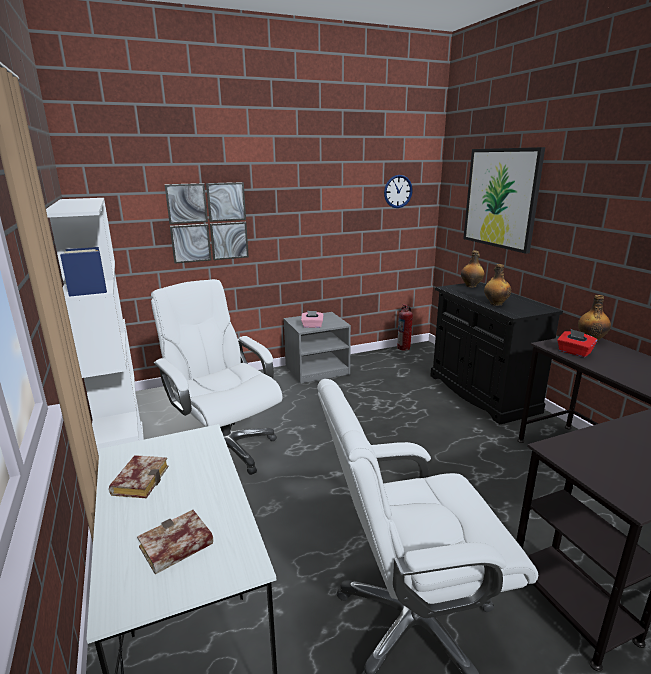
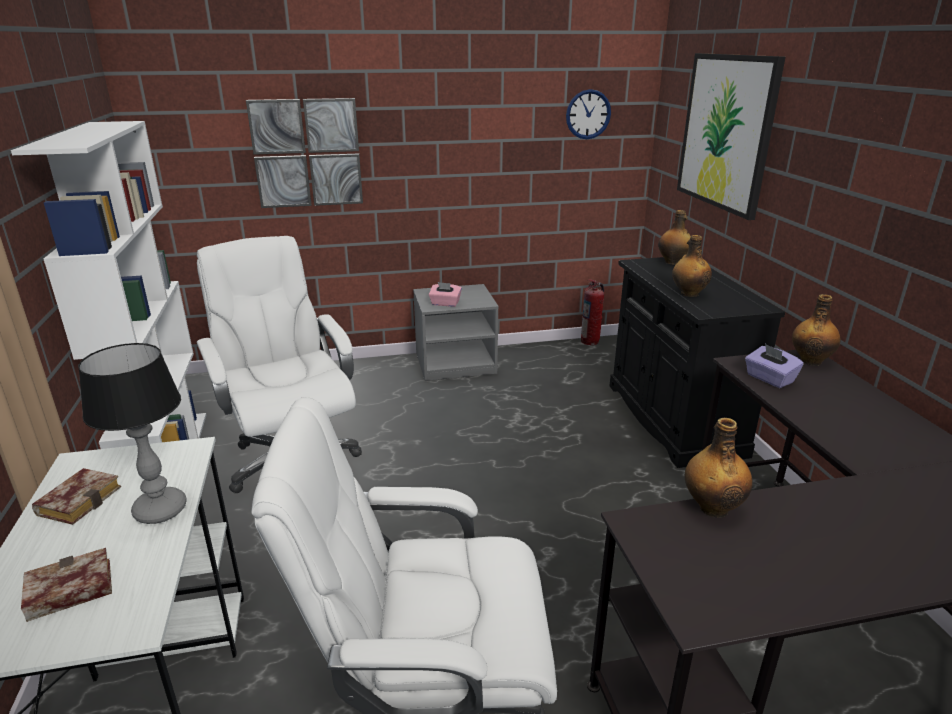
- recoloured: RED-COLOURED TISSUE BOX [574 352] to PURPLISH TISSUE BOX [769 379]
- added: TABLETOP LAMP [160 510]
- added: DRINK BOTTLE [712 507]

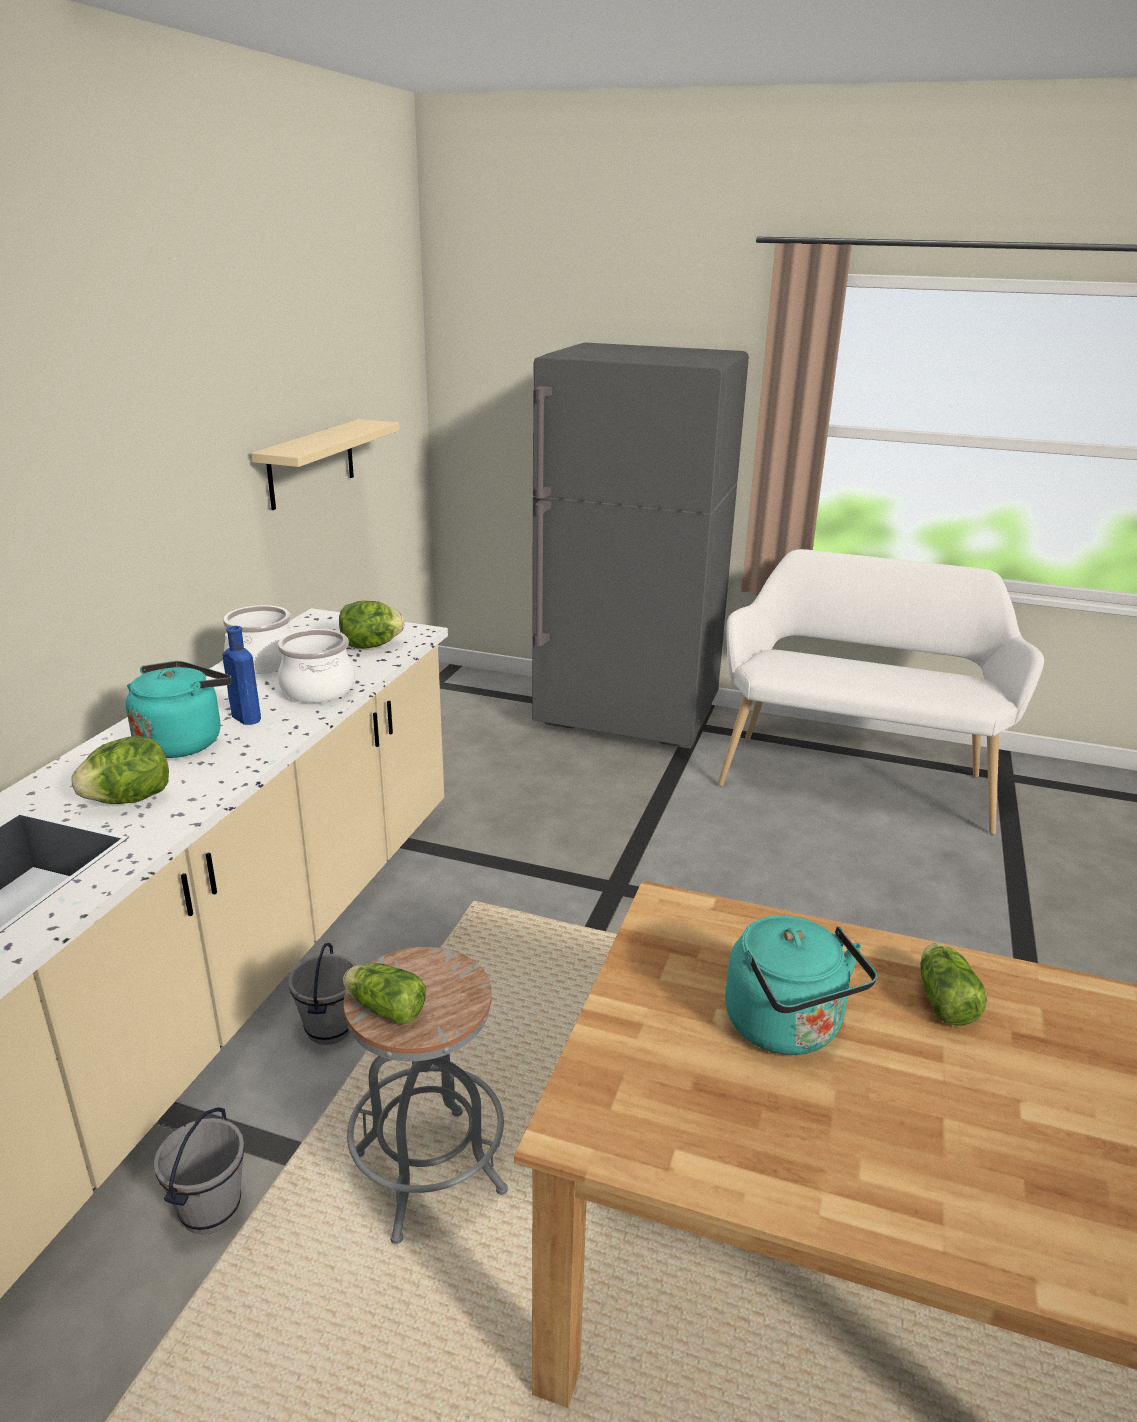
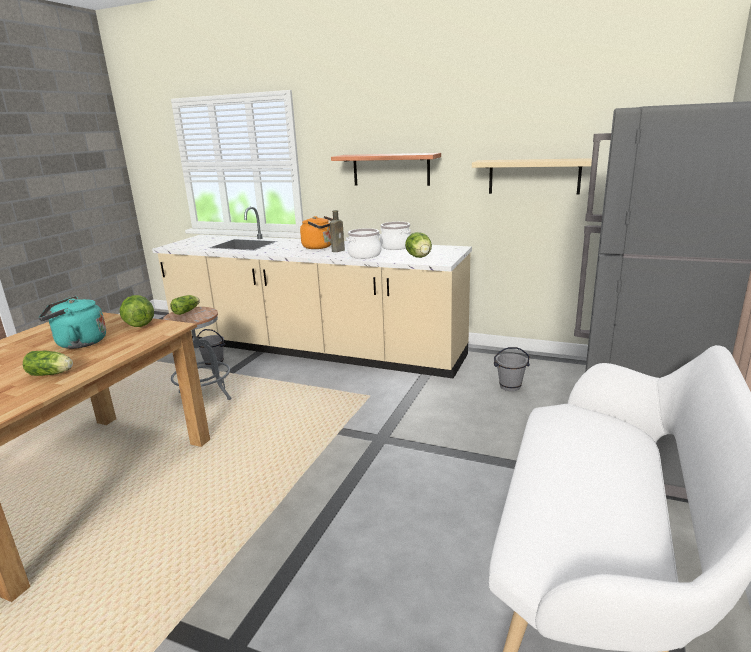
- recoloured: BLUE DRINK BOTTLE [245 717] to BROWN-COLOURED DRINK BOTTLE [339 250]
- recoloured: TURQUOISE WATER KETTLE [183 741] to ORANGE-COLOURED WATER KETTLE [319 247]
- moved: HEAD OF LETTUCE [130 799] to [139 324]
- moved: GRAY WATER BUCKET [328 1028] to [510 386]
- added: WALL SHELF [391 169]

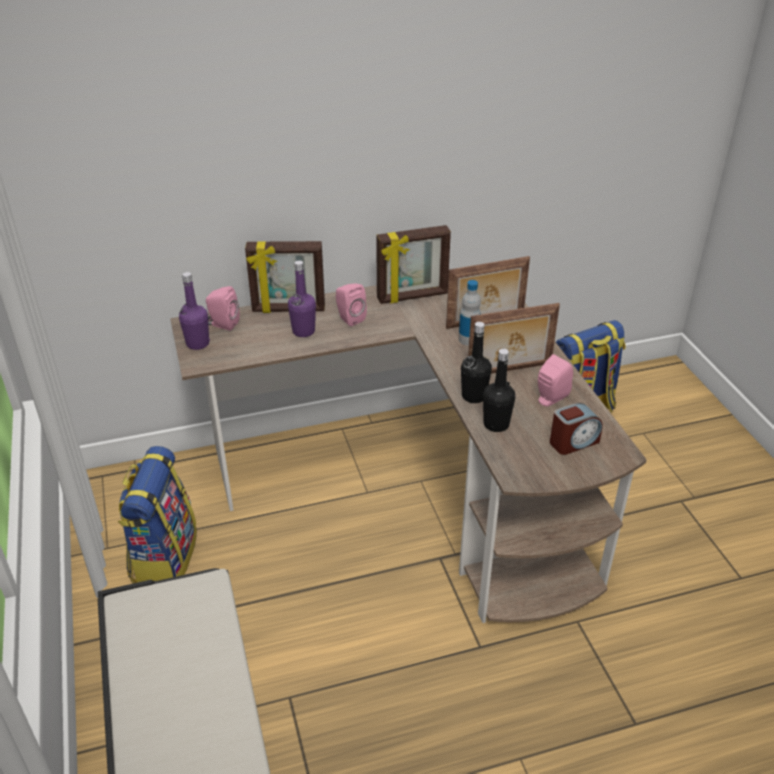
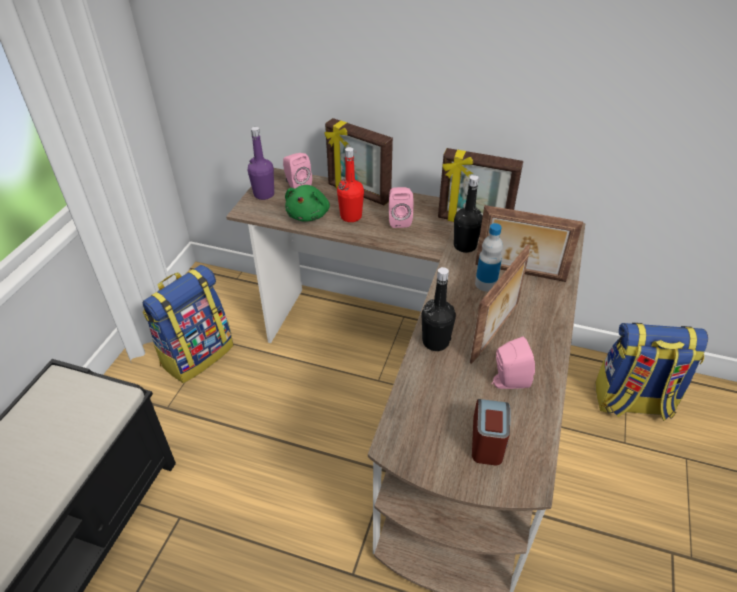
- recoloured: PURPLISH DRINK BOTTLE [303 331] to RED-COLOURED DRINK BOTTLE [351 216]
- turned: PICTURE FRAME [509 371] = [495 333] 75 degrees counterclockwise
- moved: BLACK-COLOURED DRINK BOTTLE [496 424] to [465 246]
- turned: TABLE CLOCK [573 442] = [488 441] 90 degrees counterclockwise
- added: GREEN-COLOURED CUDDLY TOY [309 215]

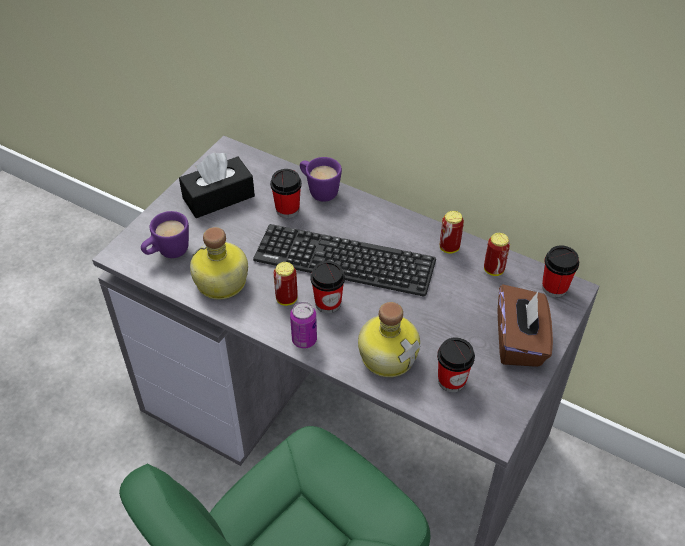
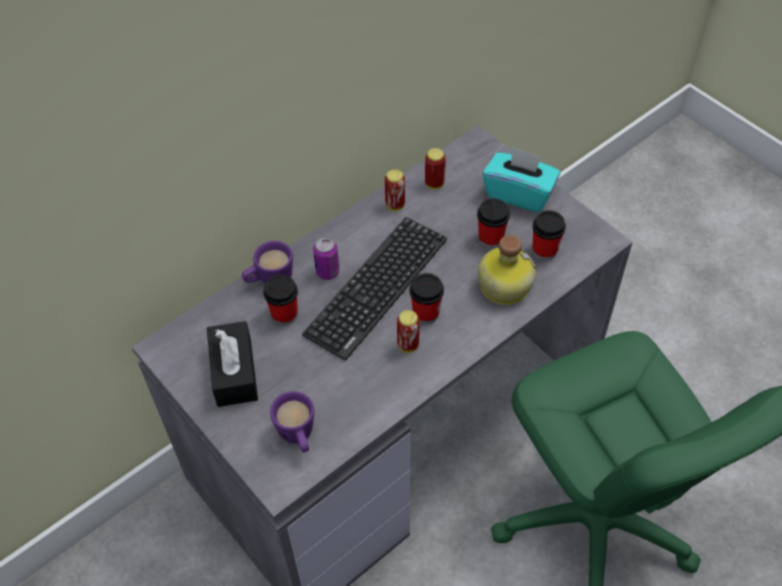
- removed: DRINK BOTTLE [221 283]
- moved: DRINKING CUP [554 287] to [490 238]
- recoloured: BROWN-COLOURED TISSUE BOX [519 341] to TURQUOISE TISSUE BOX [519 194]
- moved: METAL CAN [304 340] to [327 272]

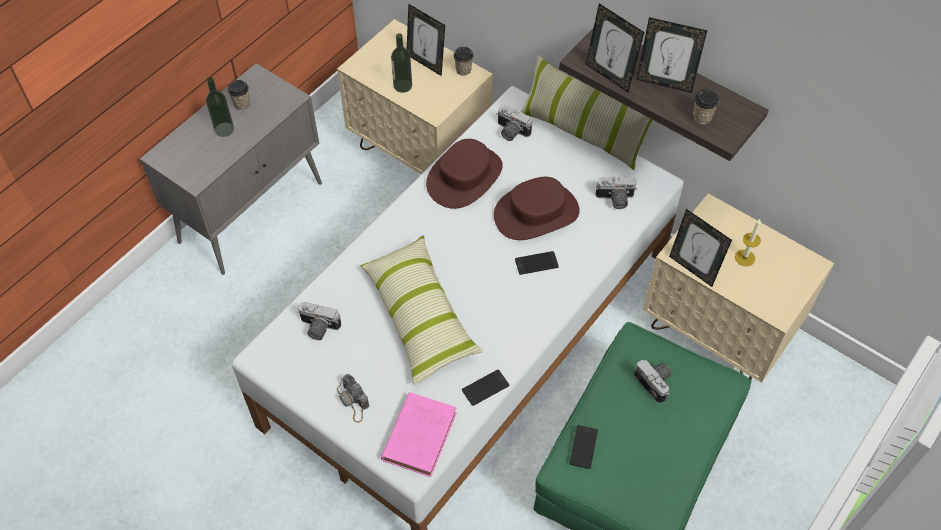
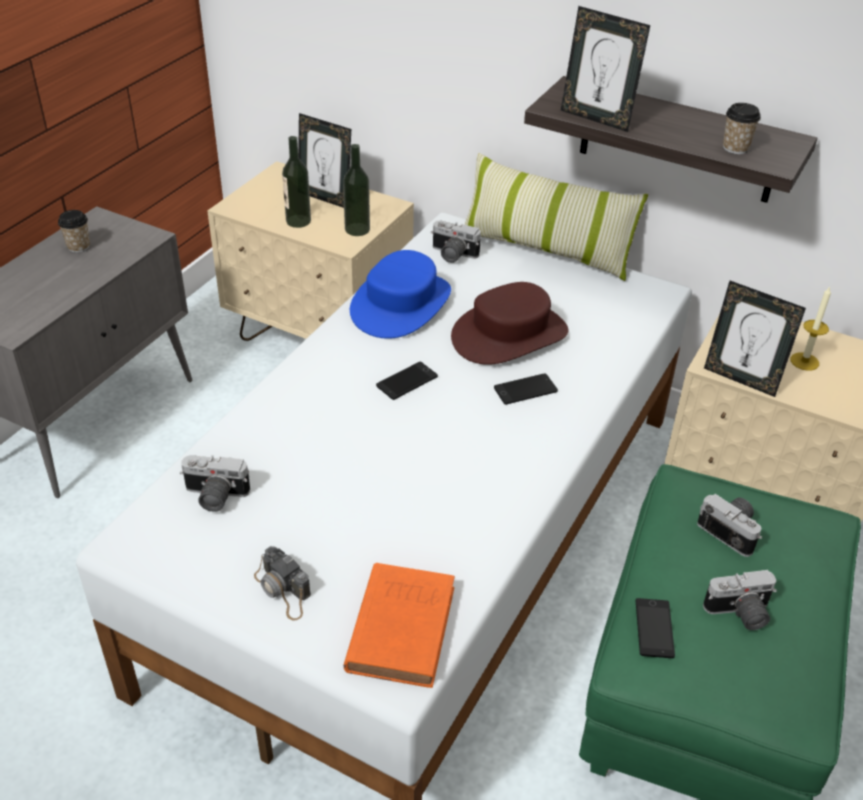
- removed: PICTURE FRAME [664 83]
- removed: DRINKING CUP [463 70]
- moved: DRINK BOTTLE [224 129] to [357 229]
- recoloured: BROWN-COLOURED WEARABLE HAT [465 177] to BLUE WEARABLE HAT [401 304]
- moved: STILL CAMERA [615 200] to [739 614]
- removed: THROW PILLOW [419 316]
- moved: PHONE [485 388] to [407 381]
- recoloured: PINK VOLUME [420 434] to ORANGE-COLOURED VOLUME [402 626]

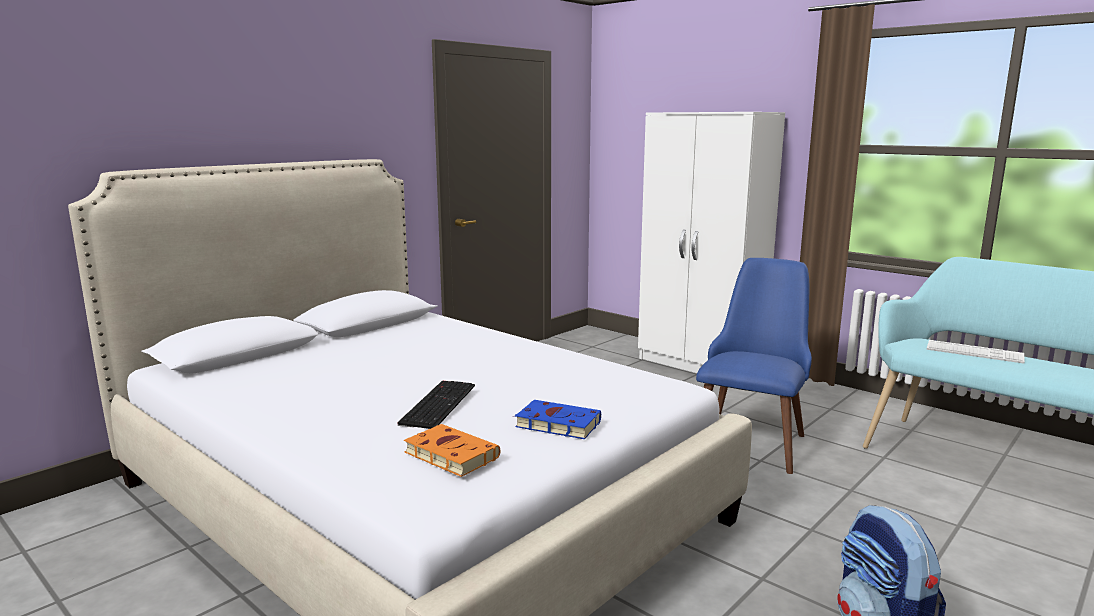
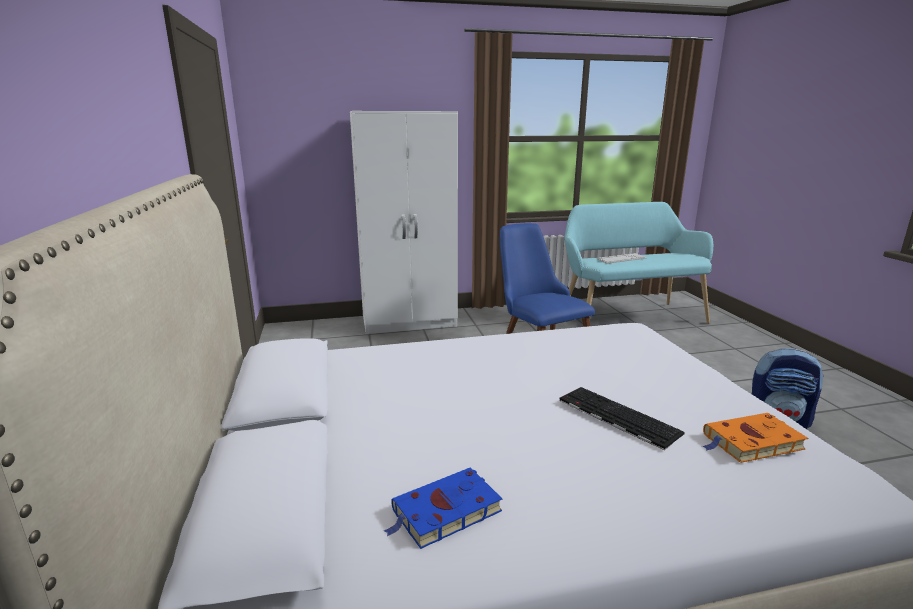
- moved: BLUE VOLUME [555 424] to [444 512]

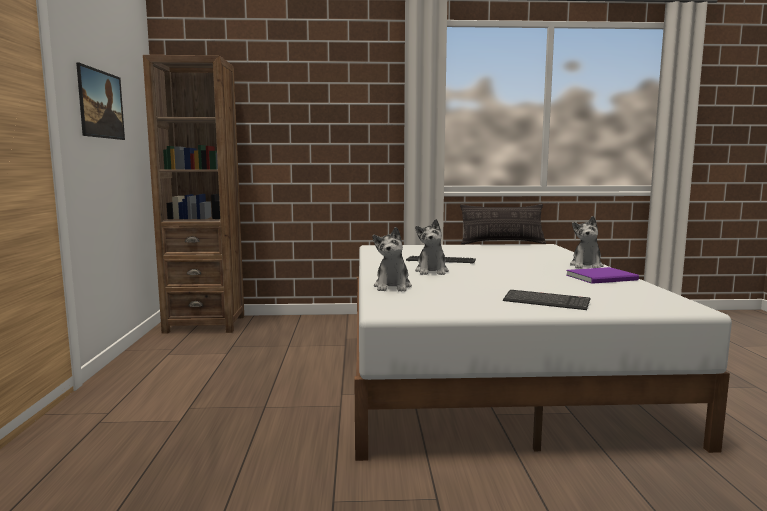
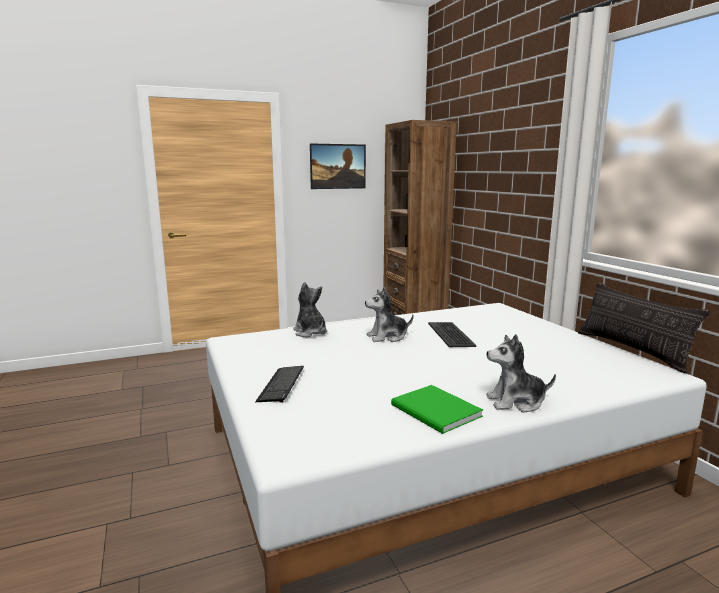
- turned: CUDDLY TOY [393 287] = [310 332] 75 degrees clockwise
- recoloured: PURPLISH VOLUME [603 278] to GREEN-COLOURED VOLUME [436 412]

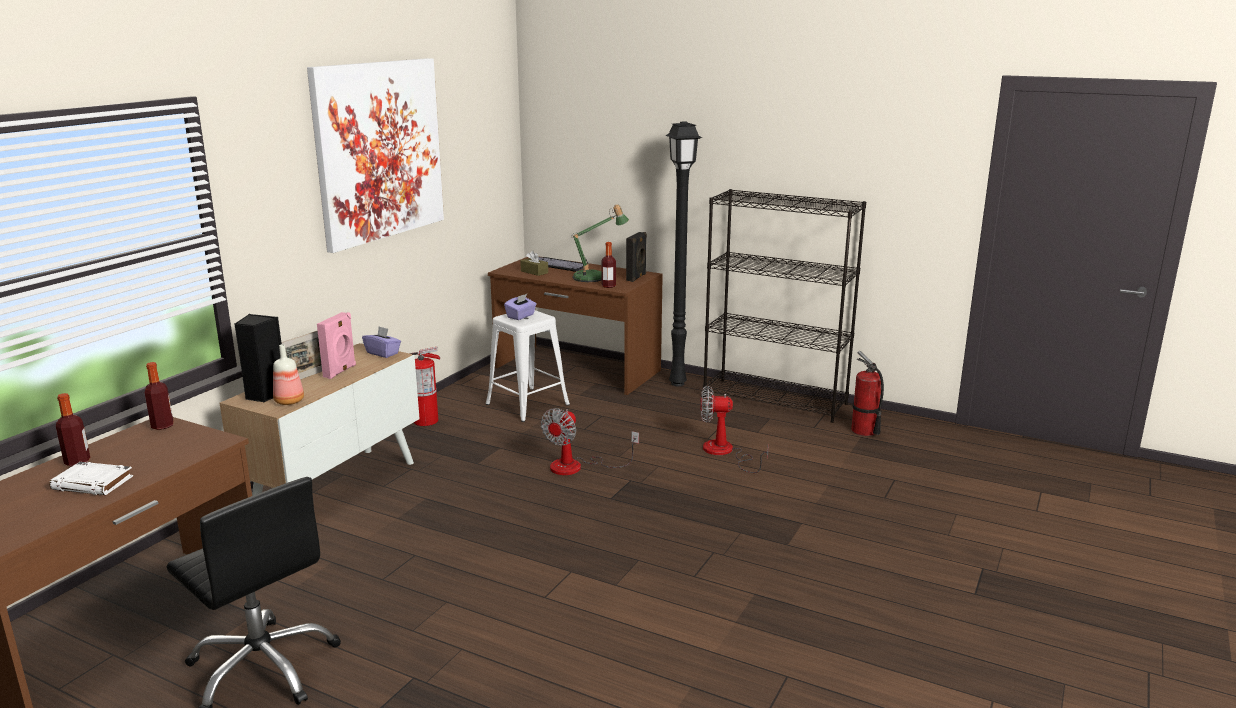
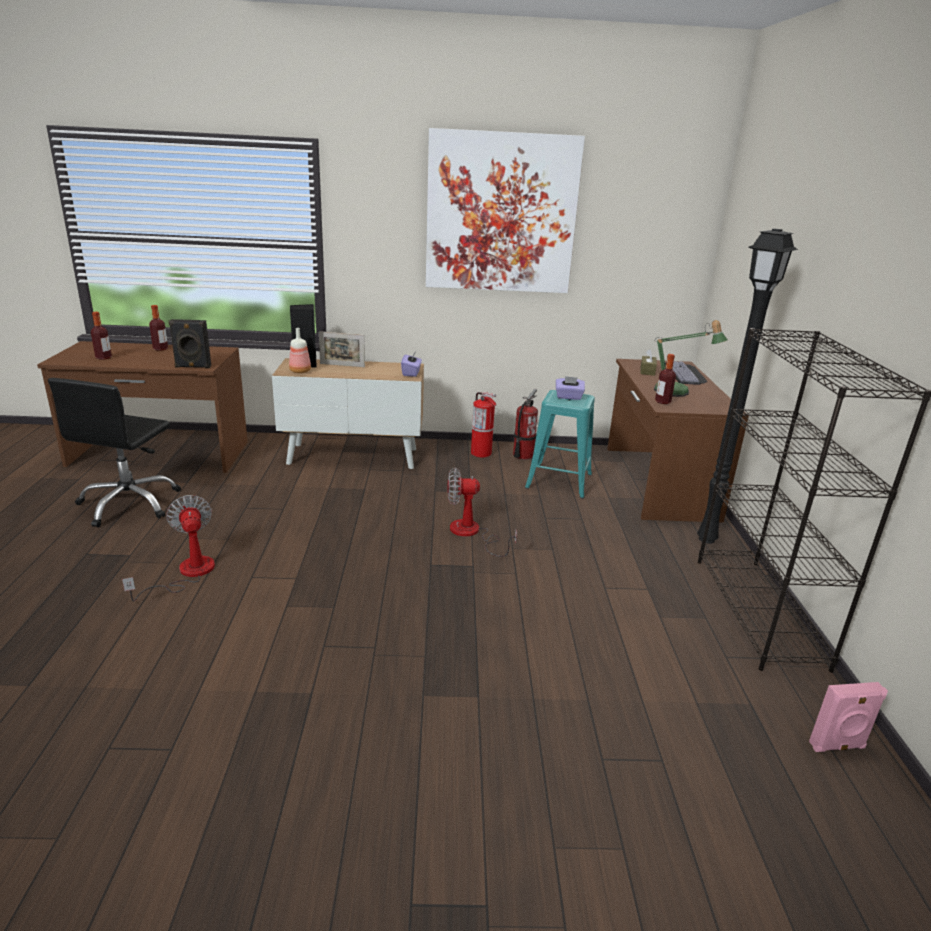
- moved: BLACK-COLOURED LOUDSPEAKER [637 277] to [193 367]
- recoloured: WHITISH STOOL [527 404] to TURQUOISE STOOL [559 481]
- moved: PINK LOUDSPEAKER [340 371] to [837 746]
- moved: FIRE EXTINGUISHER [863 431] to [522 455]
- moved: DRINK BOTTLE [162 426] to [103 357]
- moved: ELECTRIC FAN [725 453] to [186 573]
- removed: WHITISH VOLUME [93 483]

